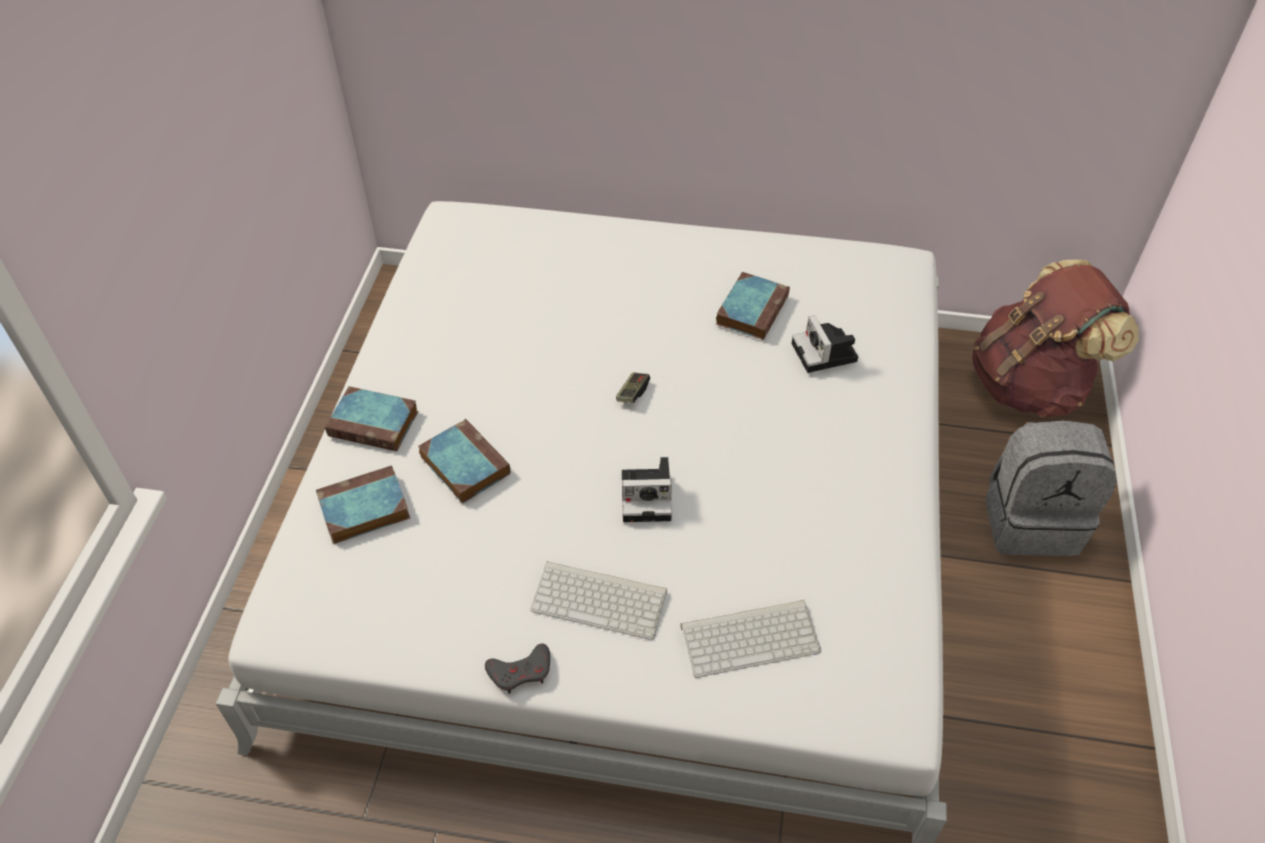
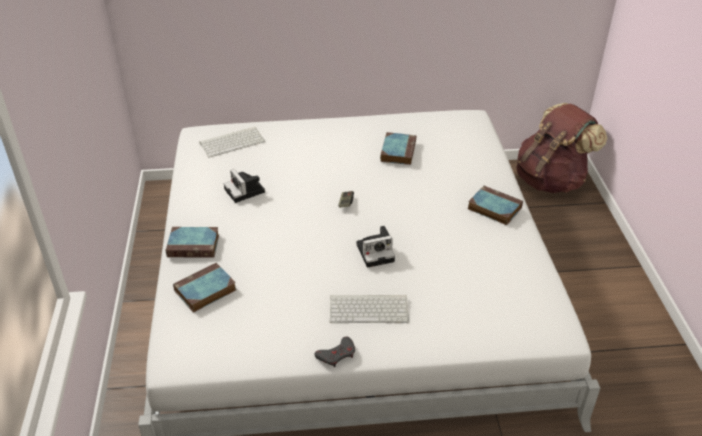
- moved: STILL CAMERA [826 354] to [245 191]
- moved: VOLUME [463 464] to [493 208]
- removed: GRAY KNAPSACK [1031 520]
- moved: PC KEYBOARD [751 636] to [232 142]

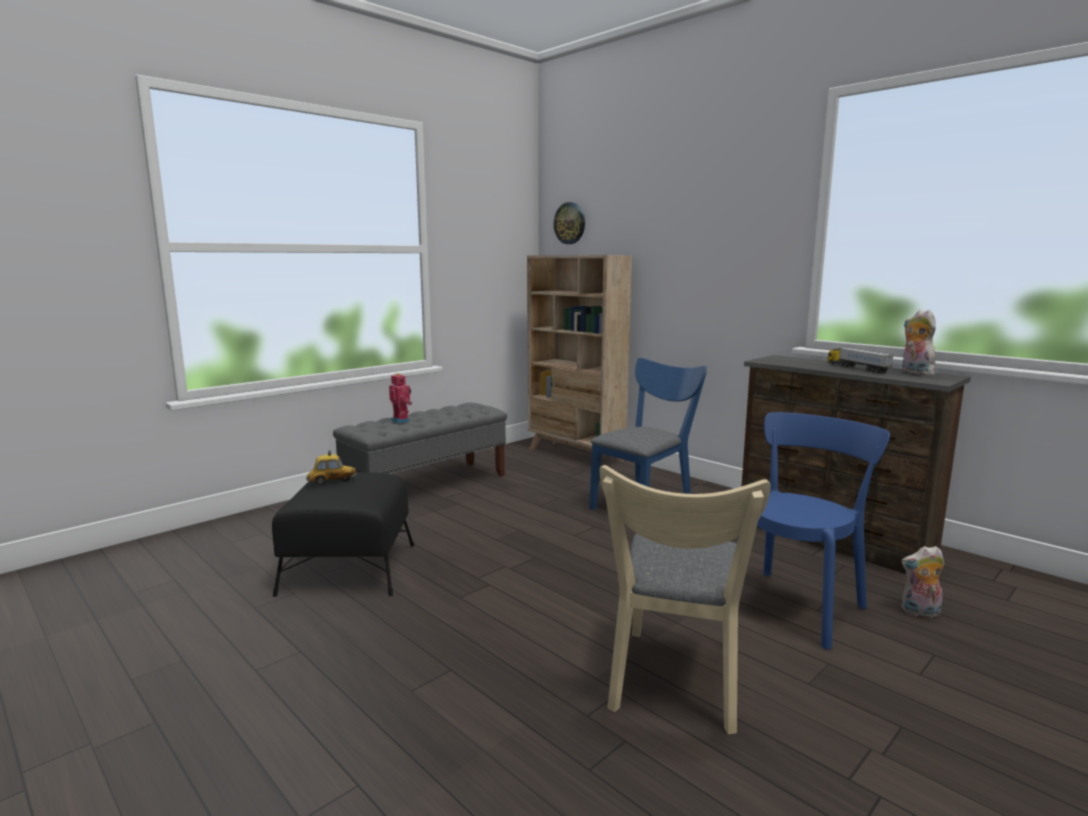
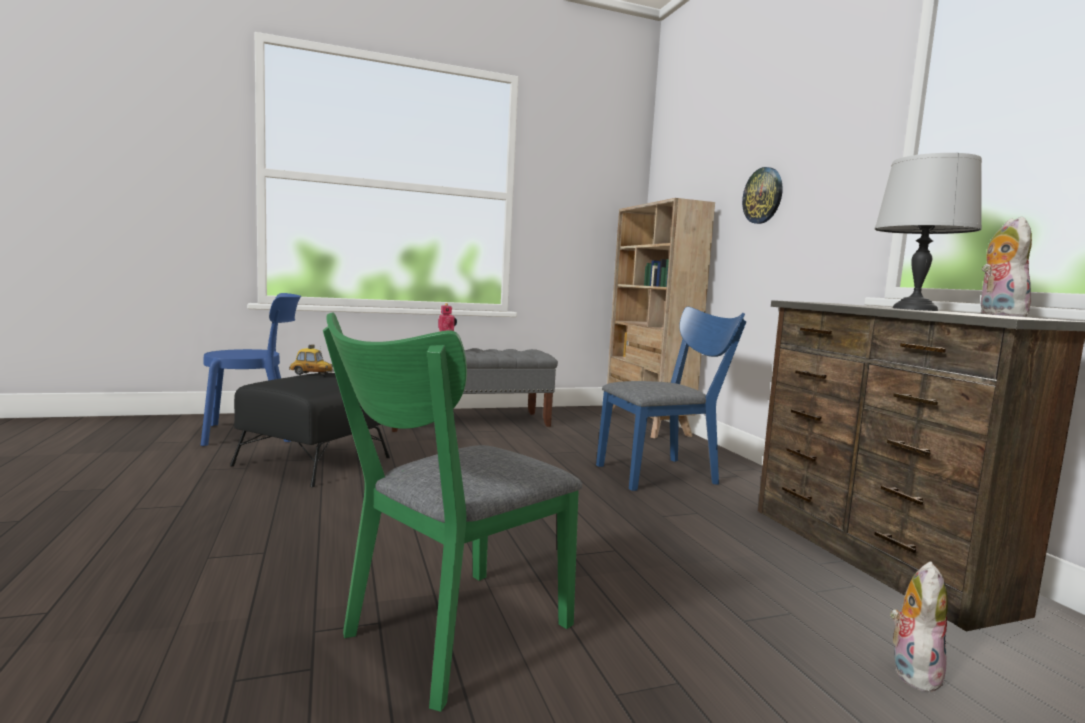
- moved: WALL CLOCK [570 223] to [763 195]
- replaced: MODEL TRUCK [857 368] to GRAY TABLETOP LAMP [914 309]
- moved: BLUE PLAIN CHAIR [797 605] to [256 433]
- recoloured: BEIGE-COLOURED PLAIN CHAIR [675 685] to GREEN-COLOURED PLAIN CHAIR [447 637]
- turned: CUDDLY TOY [919 612] = [912 671] 90 degrees clockwise

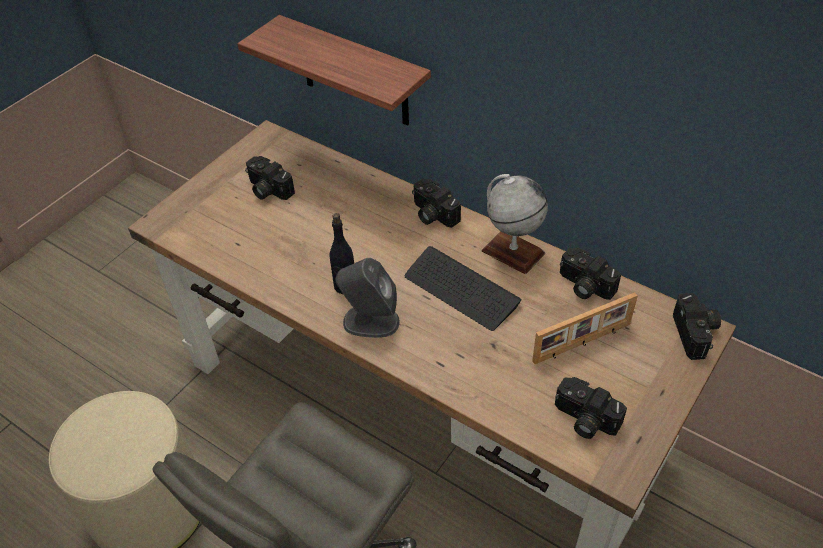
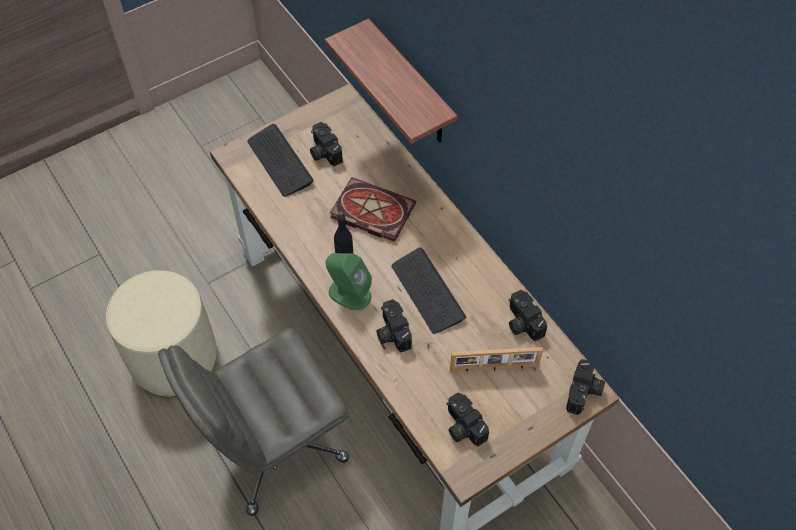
- removed: GLOBE [512 252]
- moved: STILL CAMERA [432 214] to [391 332]
- recoloured: GRAY LOUDSPEAKER [370 321] to GREEN-COLOURED LOUDSPEAKER [349 294]
- added: PC KEYBOARD [280 162]
- added: VOLUME [370 211]

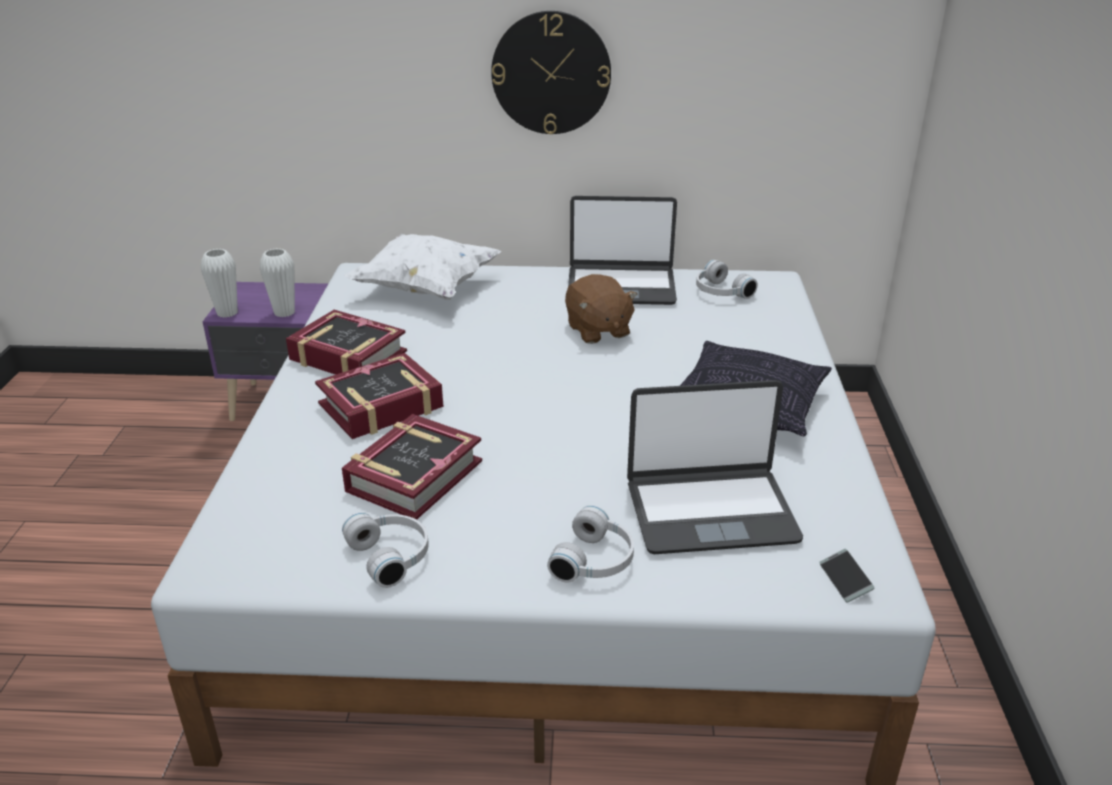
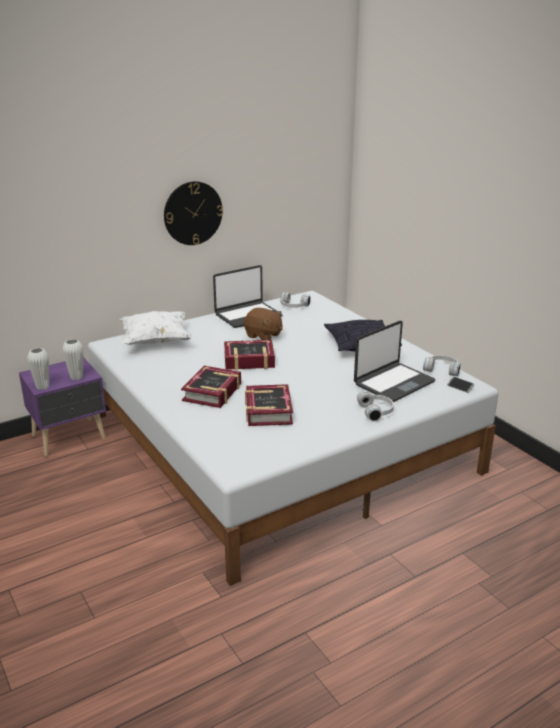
- moved: VOLUME [347 356] to [249 360]
- moved: WHITISH PAIR OF HEADPHONES [392 555] to [442 369]

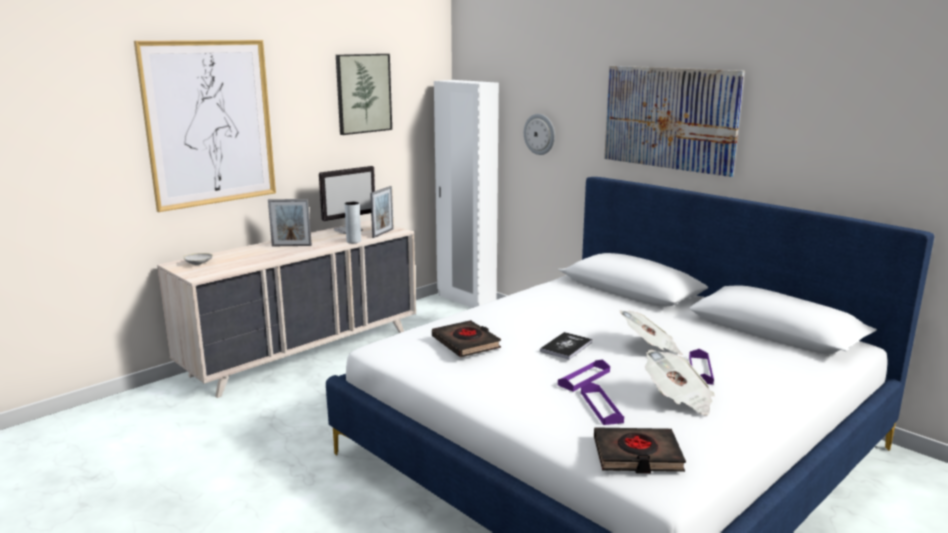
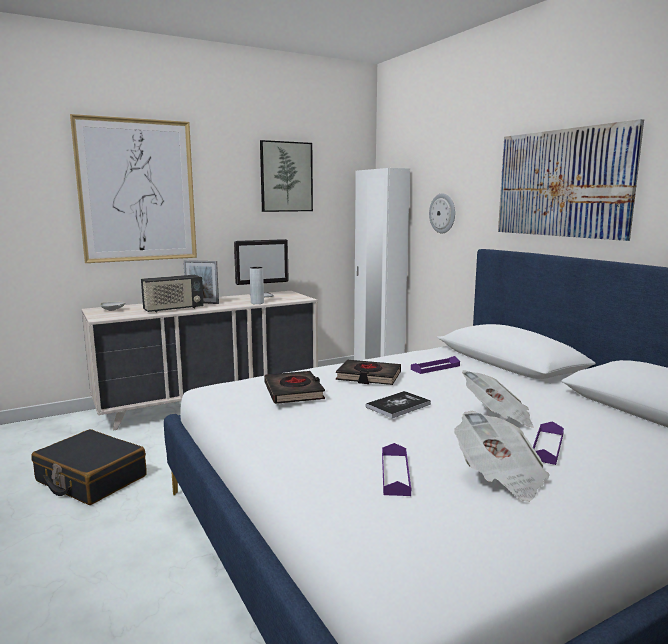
- removed: PICTURE FRAME [383 233]
- moved: PURPLISH SERVING TRAY [584 378] to [435 367]
- moved: BLACK-COLOURED VOLUME [637 455] to [368 377]
- added: RADIO SET [173 309]
- added: BLACK-COLOURED PIECE OF LUGGAGE [91 479]

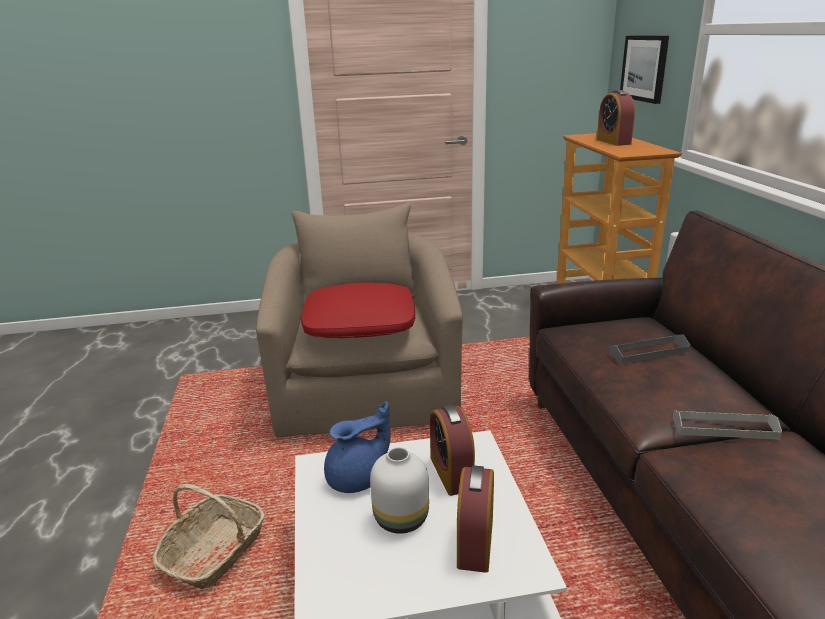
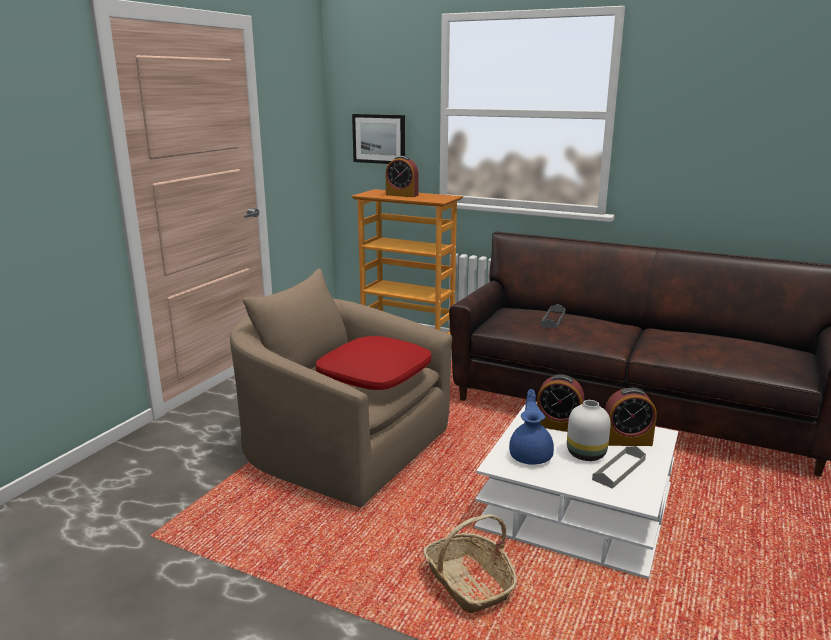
- moved: GRAY SERVING TRAY [724 428] to [619 469]
- turned: TABLE CLOCK [475 542] = [627 440] 45 degrees counterclockwise

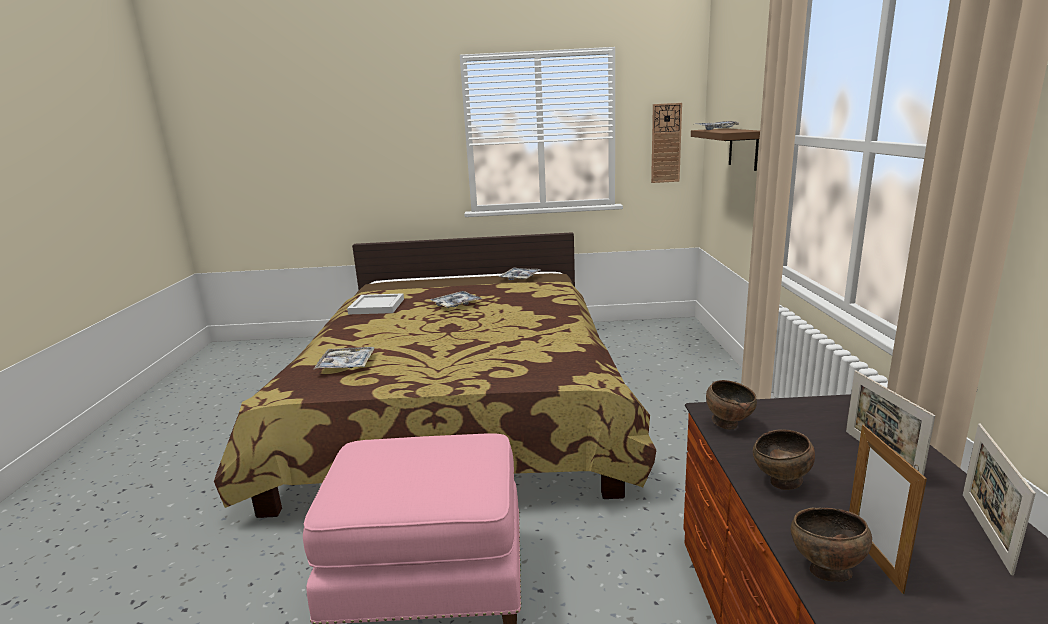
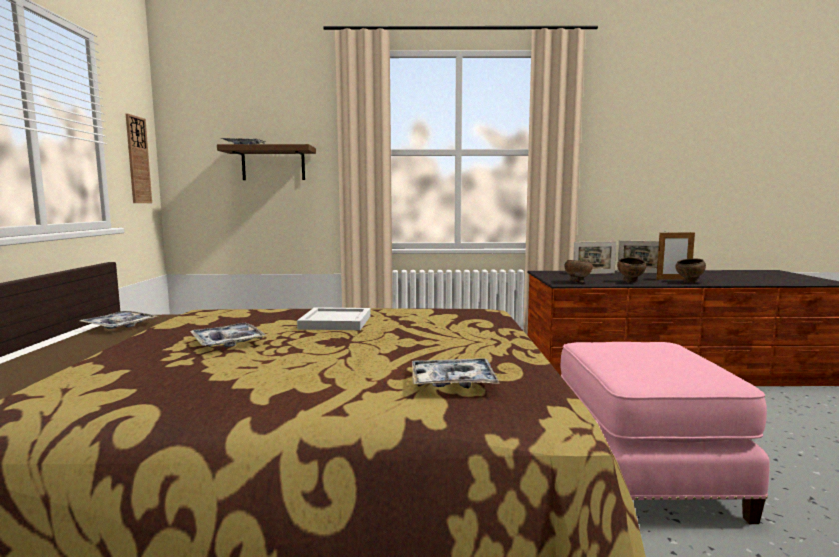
- moved: WHITISH SERVING TRAY [377 306] to [337 322]

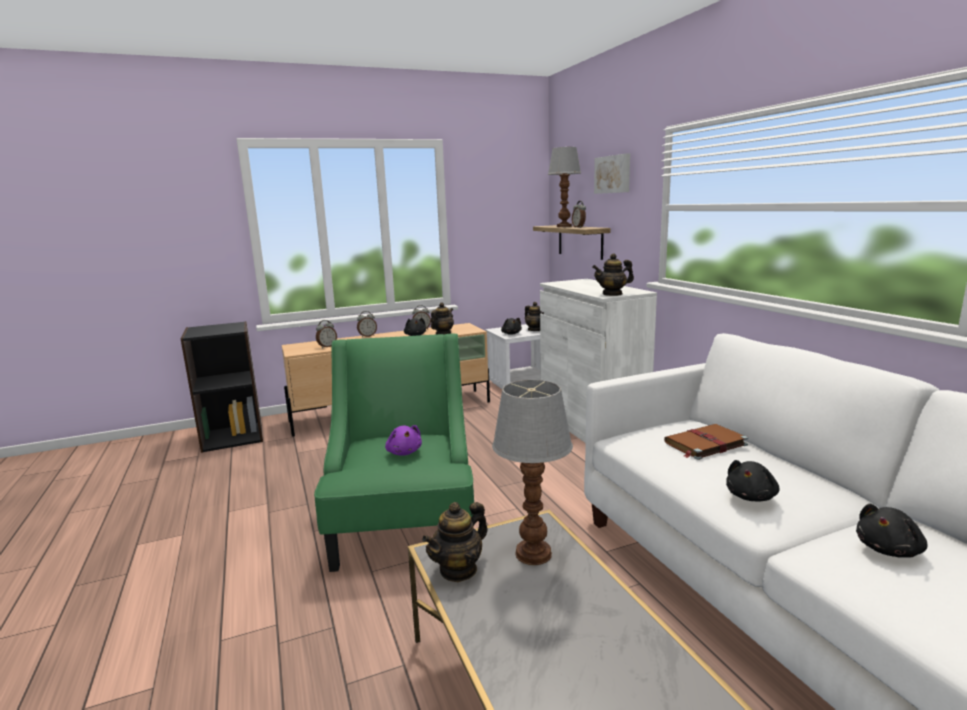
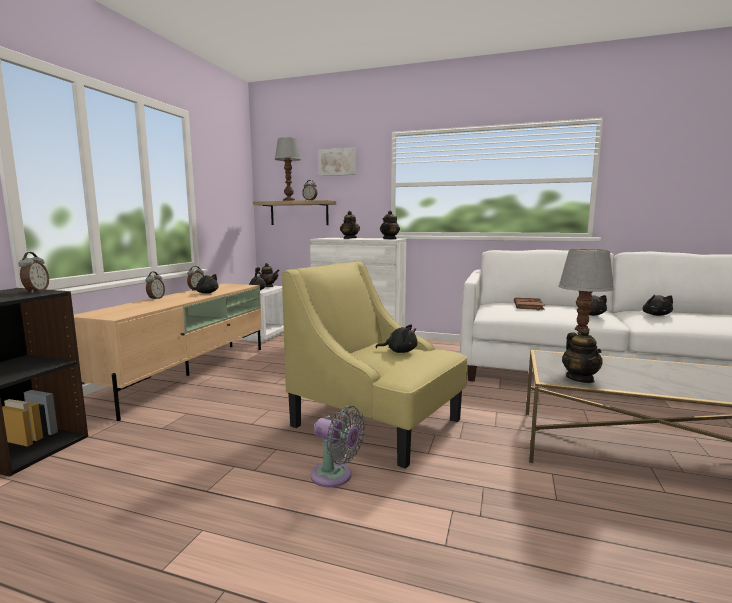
- moved: POT FOR TEA [442 334] to [349 238]
- moved: TABLE CLOCK [327 346] to [35 291]
- recoloured: GREEN-COLOURED LOUNGE CHAIR [404 521] to YELLOWISH LOUNGE CHAIR [377 422]
- recoloured: PURPLISH CUDDLY TOY [404 452] to BLACK-COLOURED CUDDLY TOY [399 351]
- added: GRAY ELECTRIC FAN [335 476]

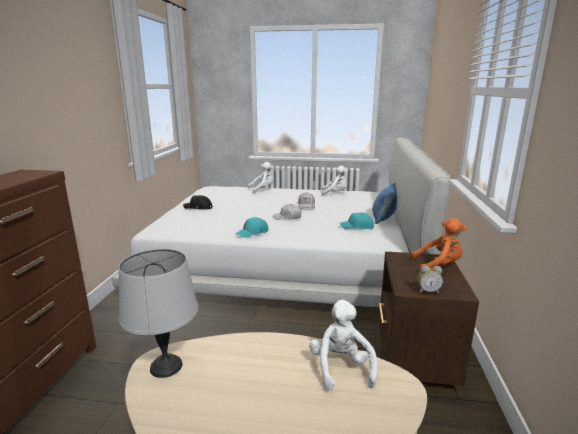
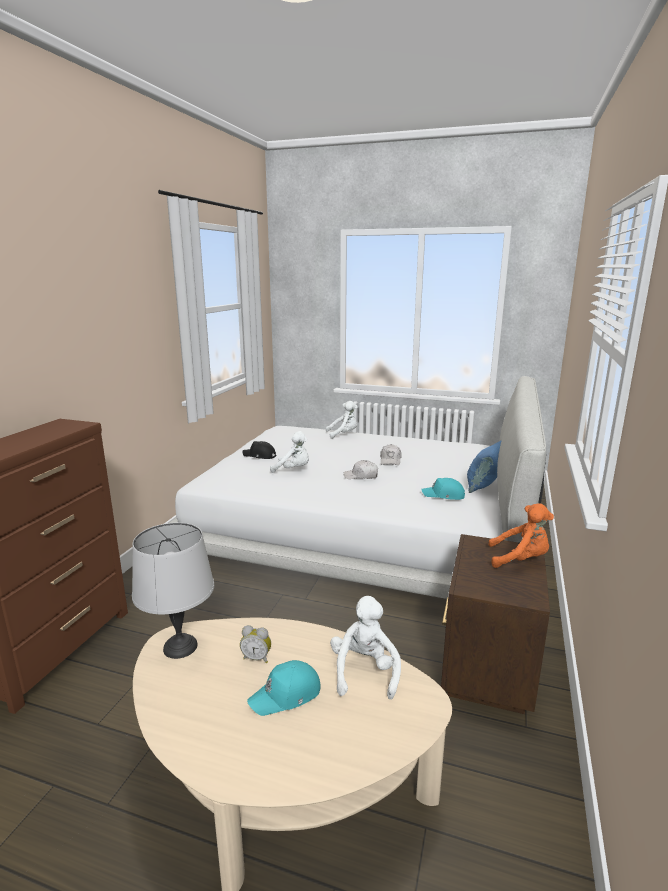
- moved: WHITISH CUDDLY TOY [335 193] to [293 470]
- moved: TURQUOISE BASEBALL CAP [253 232] to [286 695]
- moved: TABLE CLOCK [428 291] to [257 658]

